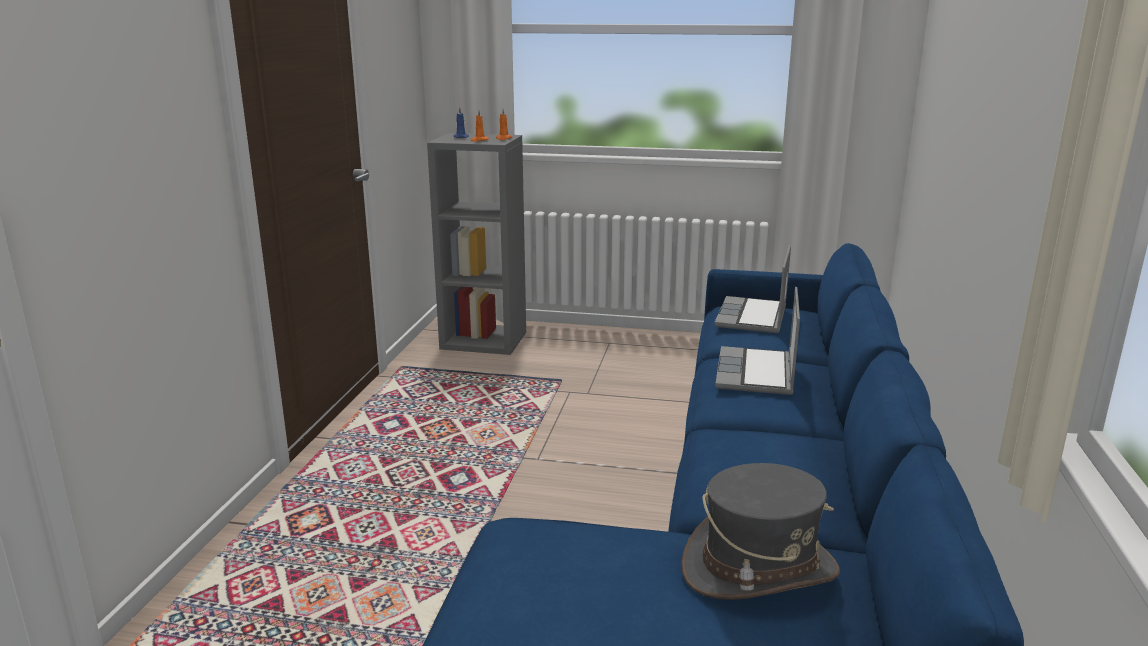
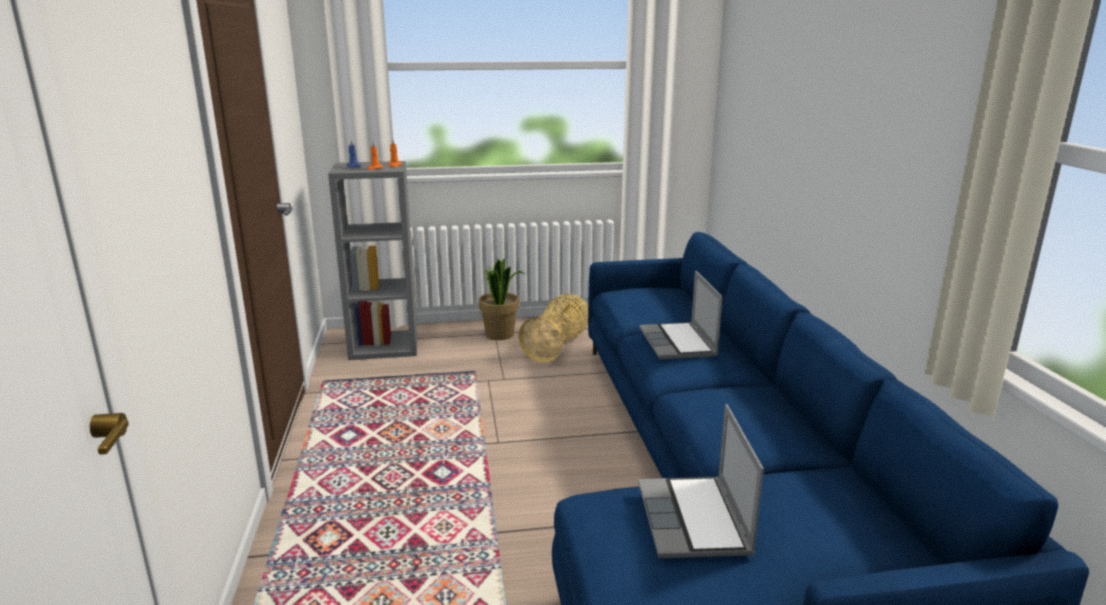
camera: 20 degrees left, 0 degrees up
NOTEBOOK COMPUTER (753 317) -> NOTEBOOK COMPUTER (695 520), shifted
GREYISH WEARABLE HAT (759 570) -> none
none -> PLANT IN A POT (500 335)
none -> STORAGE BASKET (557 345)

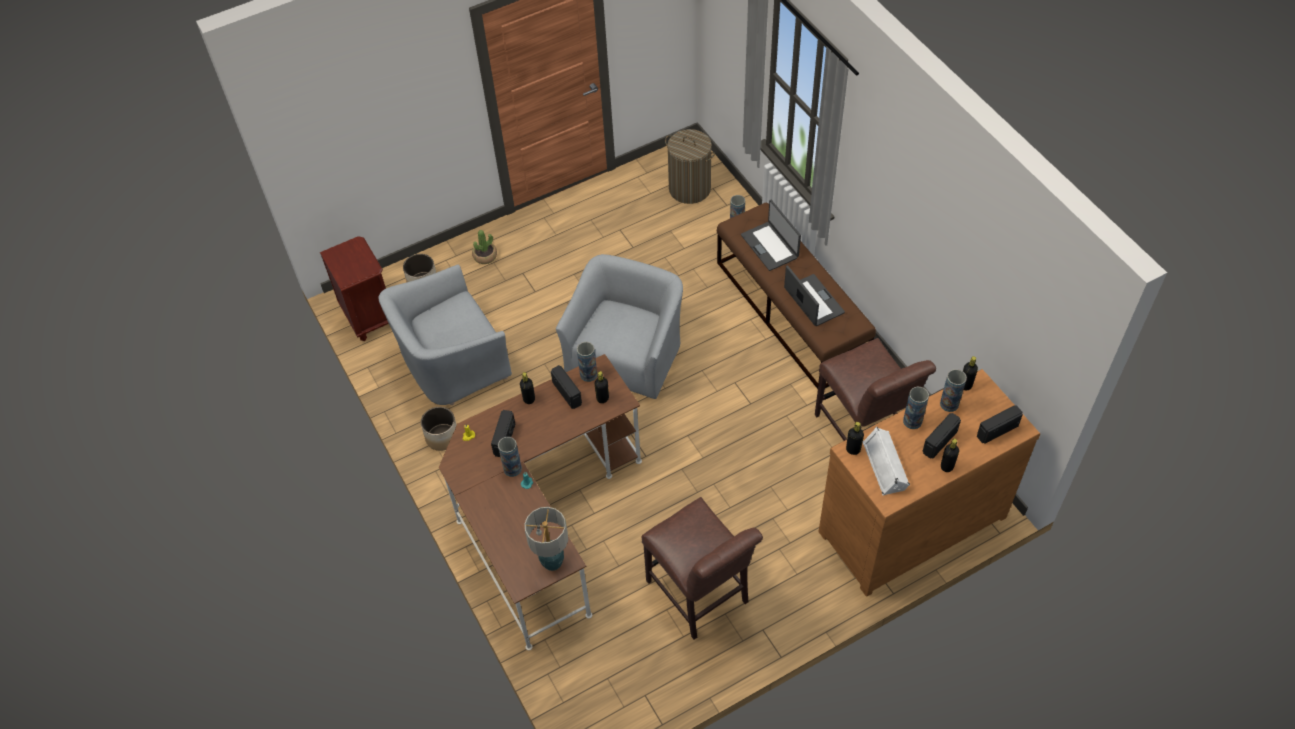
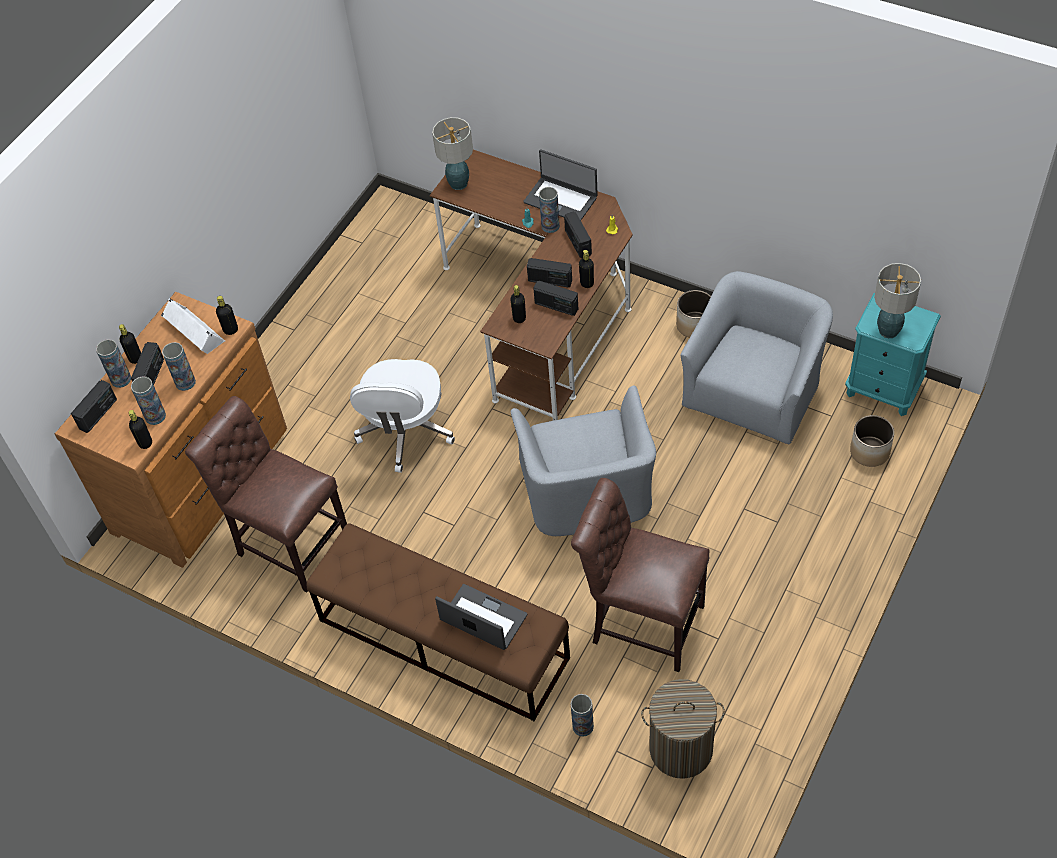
camera: 150 degrees right, 0 degrees up
PLANT IN A POT (485 256) -> none
BROWN BEDSIDE TABLE (369 317) -> TURQUOISE-COLOURED BEDSIDE TABLE (883 389)
NOTEBOOK COMPUTER (813 301) -> NOTEBOOK COMPUTER (561 199), shifted
FLOWER VASE (588 374) -> FLOWER VASE (121 379), shifted
BROWN PLAIN CHAIR (700 596) -> BROWN PLAIN CHAIR (642 621), shifted
none -> RADIO RECEIVER (550 280)
none -> LAMP FOR A TABLE (889 330)
none -> WHITE-COLOURED DESK CHAIR (405 431)

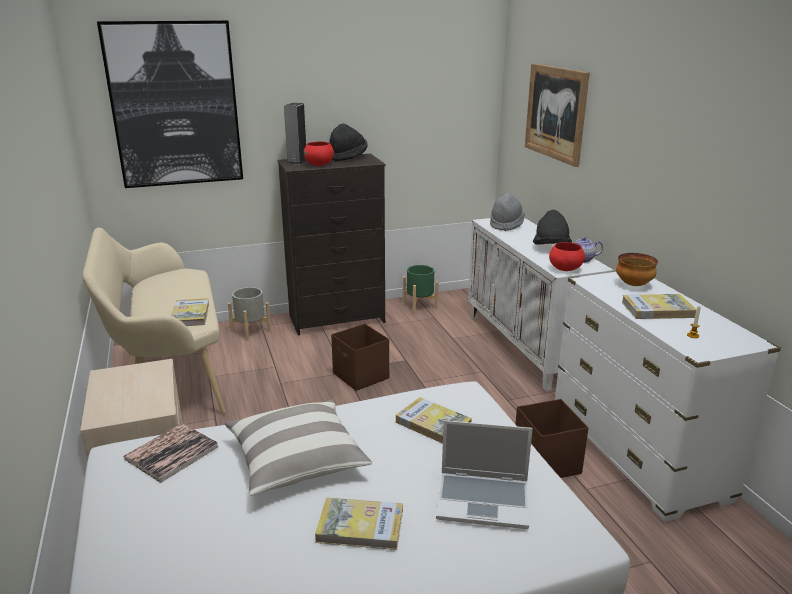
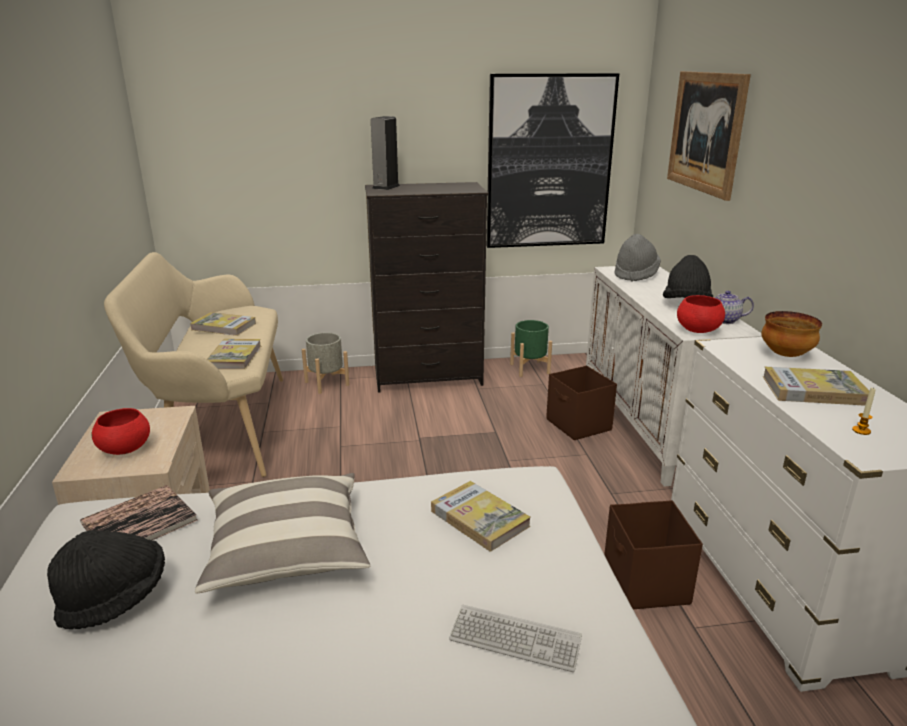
camera: 10 degrees right, 0 degrees up
WALL ART (175 105) -> WALL ART (549 163), shifted
BLACK WEARABLE HAT (347 157) -> BLACK WEARABLE HAT (115 599), shifted
RED DEEP DISH (319 165) -> RED DEEP DISH (125 449), shifted
BROWN STORAGE CONTAINER (361 376) -> BROWN STORAGE CONTAINER (578 425), shifted
NOTEBOOK COMPUTER (484 501) -> KEYBOARD (515 639)
VOLUME (360 527) -> VOLUME (224 327), shifted

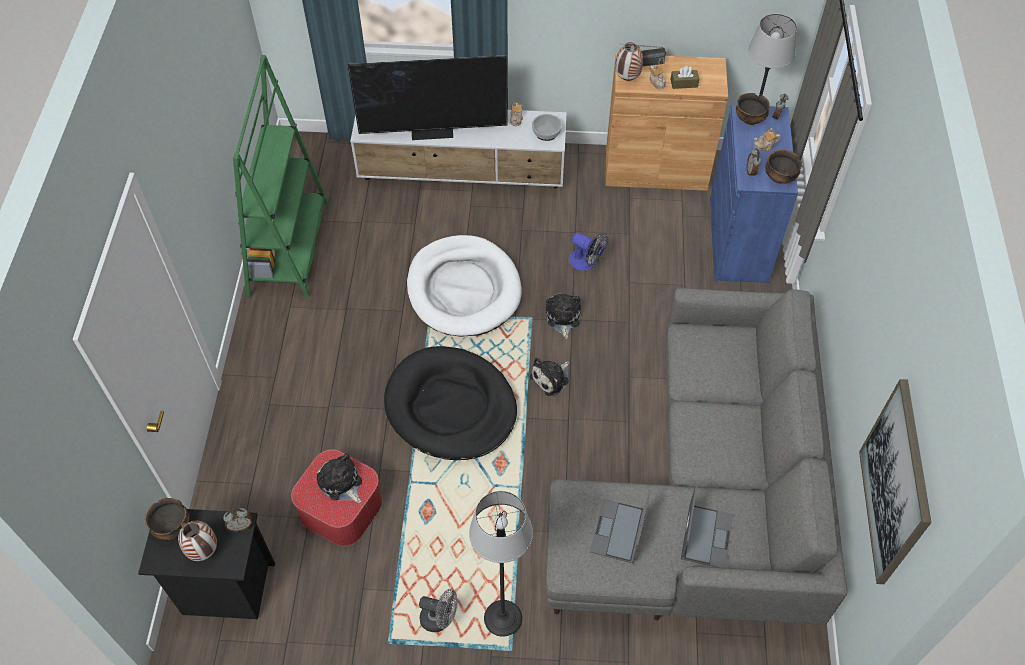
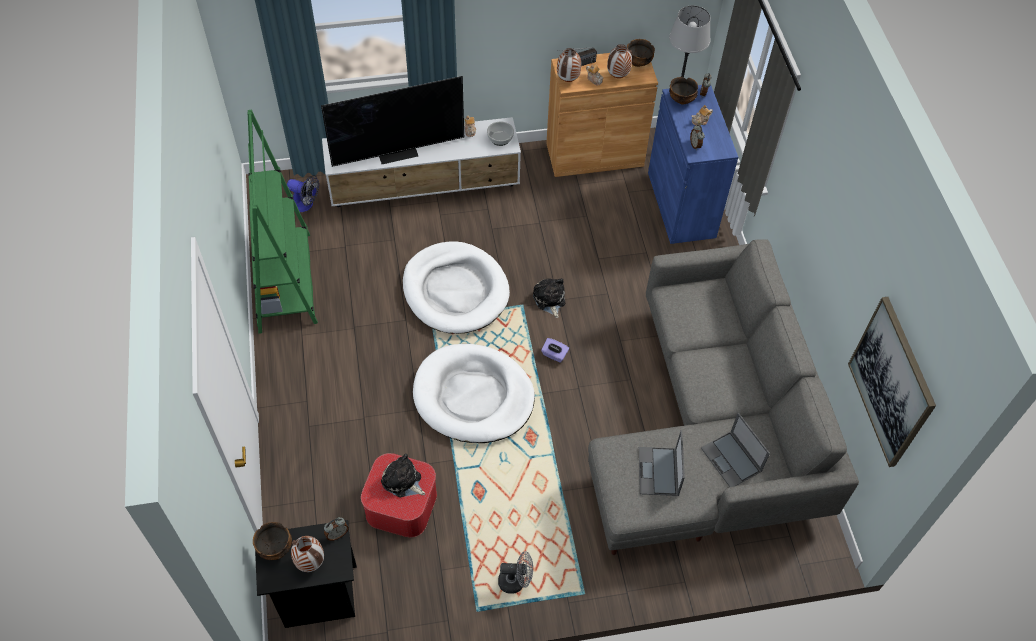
camera: 15 degrees left, 0 degrees up
BROWN TISSUE HOLDER (684 83) -> FLOWER VASE (617 76)
DEEP DISH (779 177) -> DEEP DISH (638 62), shifted
ELECTRIC FAN (586 262) -> ELECTRIC FAN (305 204), shifted
BLACK DOG CUSHION (451 407) -> WHITE-COLOURED DOG CUSHION (473 396)
SOFT TOY (551 378) -> PURPLE TISSUE HOLDER (554 355)
NOTEBOOK COMPUTER (706 535) -> NOTEBOOK COMPUTER (731 460), 150 degrees clockwise
STANDING LAMP (502 618) -> none

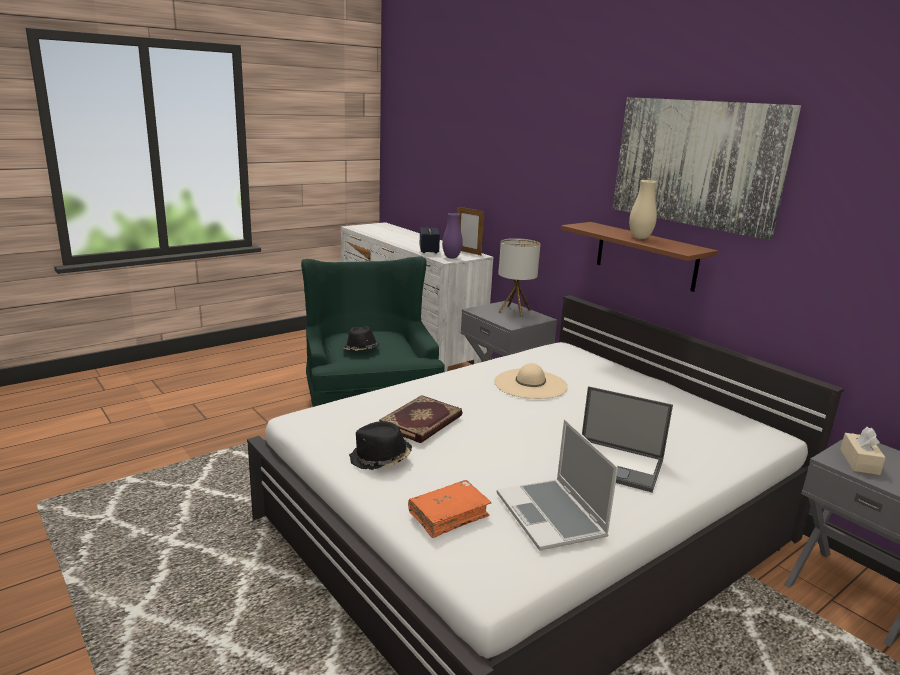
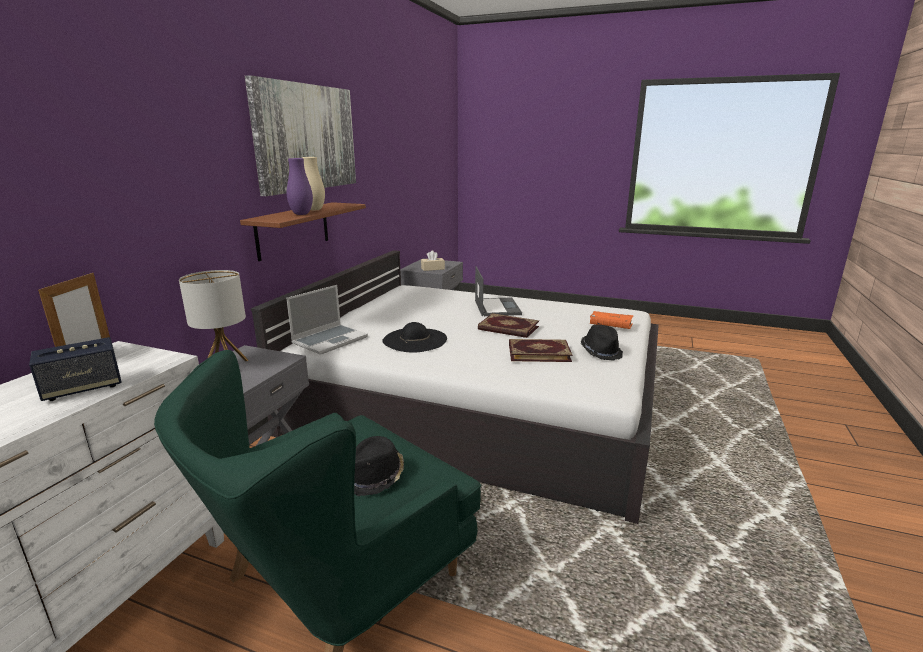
camera: 120 degrees left, 0 degrees up
PURPLE FLOWER VASE (451 257) -> PURPLE FLOWER VASE (301 214), shifted
BEIGE WEARABLE HAT (530 384) -> BLACK WEARABLE HAT (415 340)
NOTEBOOK COMPUTER (552 516) -> NOTEBOOK COMPUTER (330 340), shifted
none -> VOLUME (508 328)

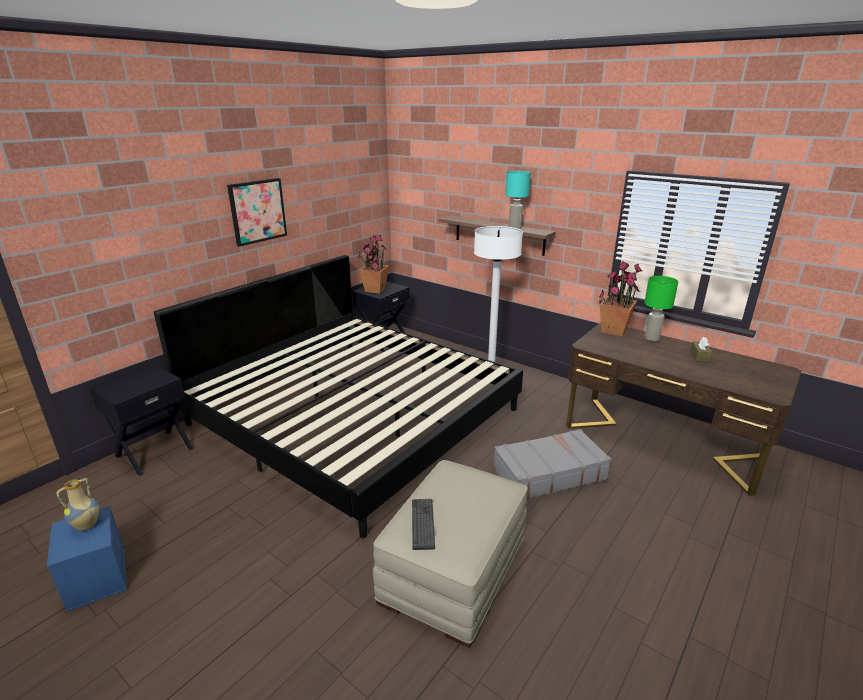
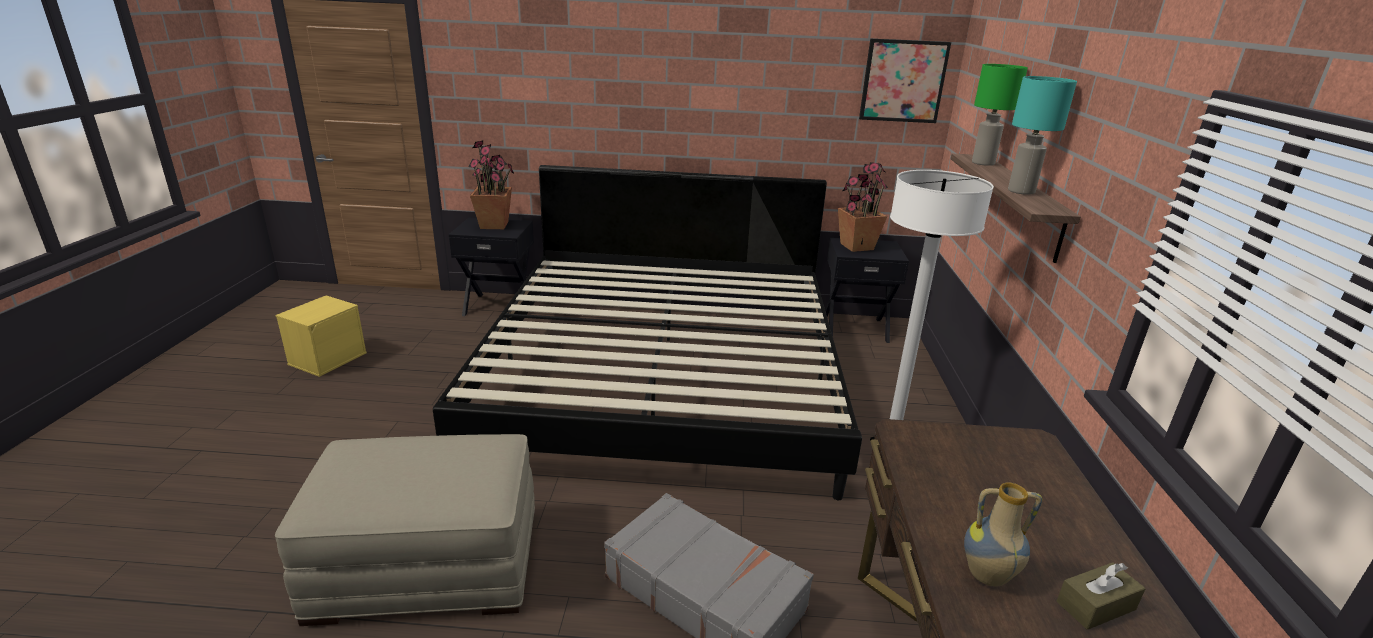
camera: 55 degrees right, 0 degrees up
WALL ART (257 211) -> WALL ART (903 81), shifted
PLANT IN A POT (614 330) -> PLANT IN A POT (494 225), shifted
GREEN-COLOURED LAMP FOR A TABLE (651 338) -> GREEN-COLOURED LAMP FOR A TABLE (982 163), shifted
FLOWER VASE (87 526) -> FLOWER VASE (987 576), shifted
KEYBOARD (423 524) -> none
BLUE STORAGE CONTAINER (96 578) -> YELLOW STORAGE CONTAINER (328 358)

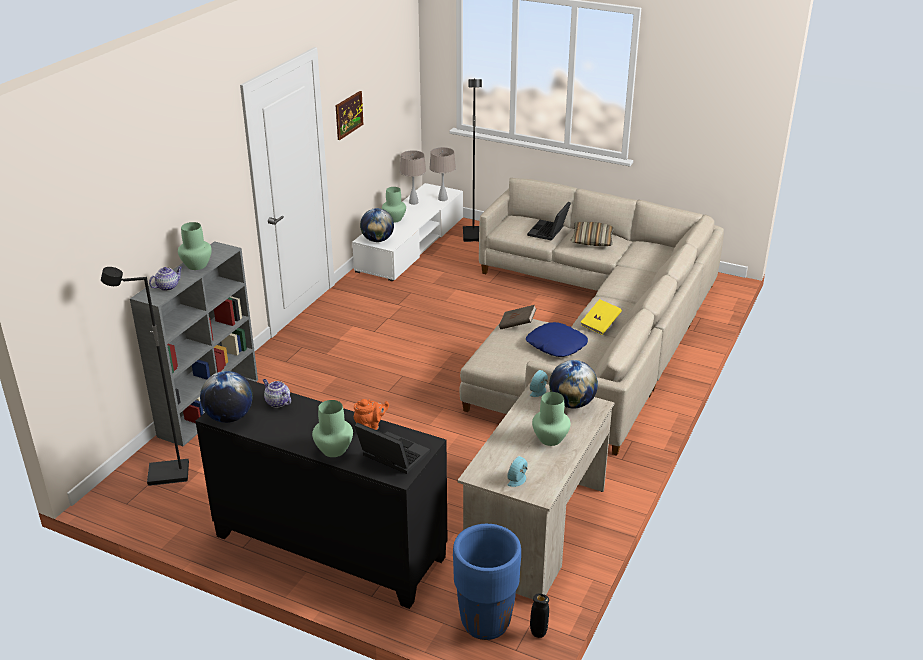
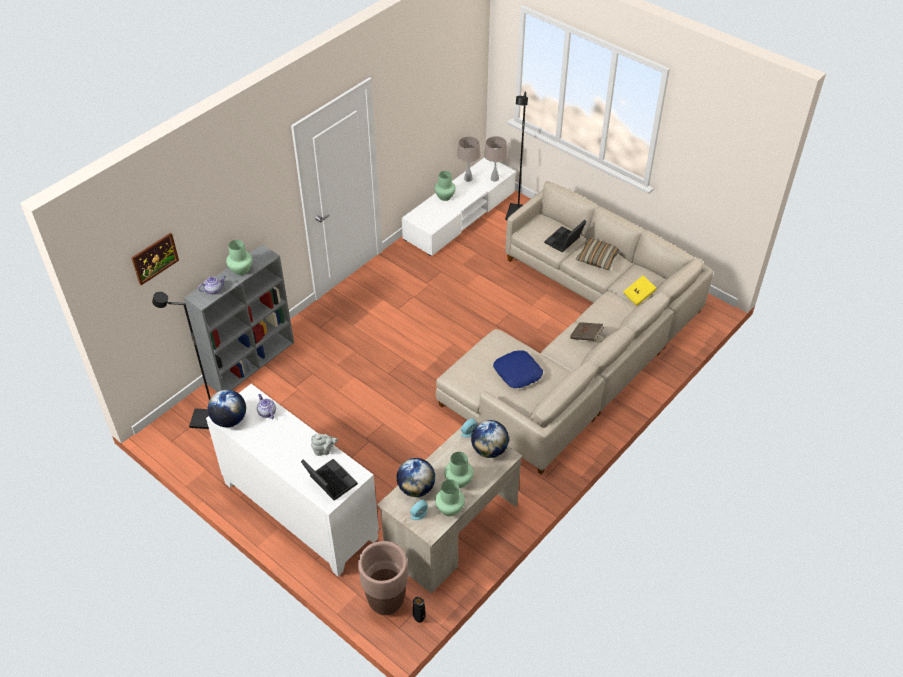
camera: 15 degrees right, 15 degrees up
WALL ART (349 115) -> WALL ART (155 258), shifted
DESK GLOBE (377 240) -> DESK GLOBE (416 488), shifted
YELLOW VOLUME (600 325) -> YELLOW VOLUME (639 296), shifted
BROWN VOLUME (517 325) -> BROWN VOLUME (586 336), shifted
BLACK CUPBOARD (328 547) -> WHITE-COLOURED CUPBOARD (299 511)
ORANGE-COLOURED TEA POT (370 427) -> GREYISH TEA POT (324 450)
GREEN-COLOURED FLOWER VASE (333 450) -> GREEN-COLOURED FLOWER VASE (449 509), shifted
BLUE PLANTER (486 623) -> BROWN PLANTER (386 601)

